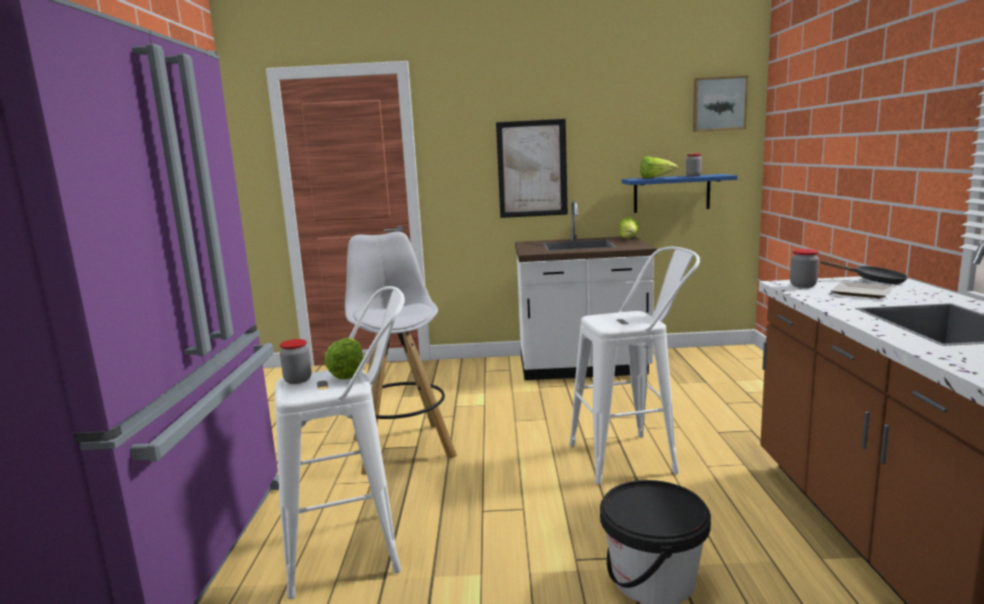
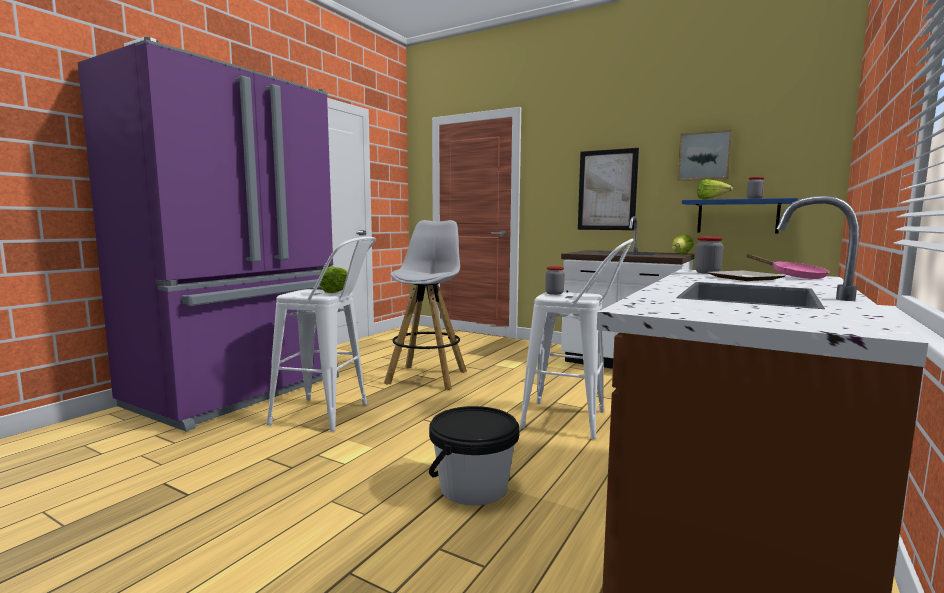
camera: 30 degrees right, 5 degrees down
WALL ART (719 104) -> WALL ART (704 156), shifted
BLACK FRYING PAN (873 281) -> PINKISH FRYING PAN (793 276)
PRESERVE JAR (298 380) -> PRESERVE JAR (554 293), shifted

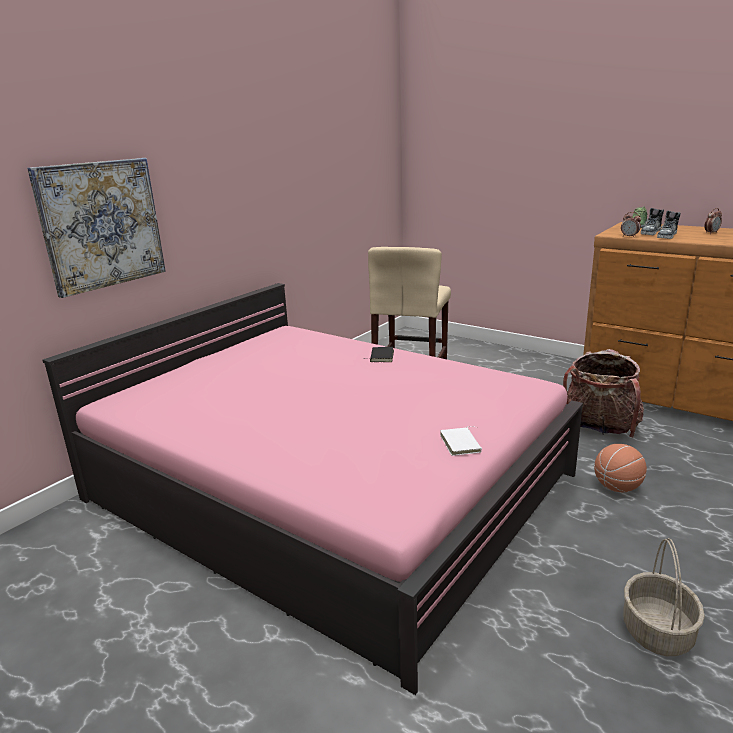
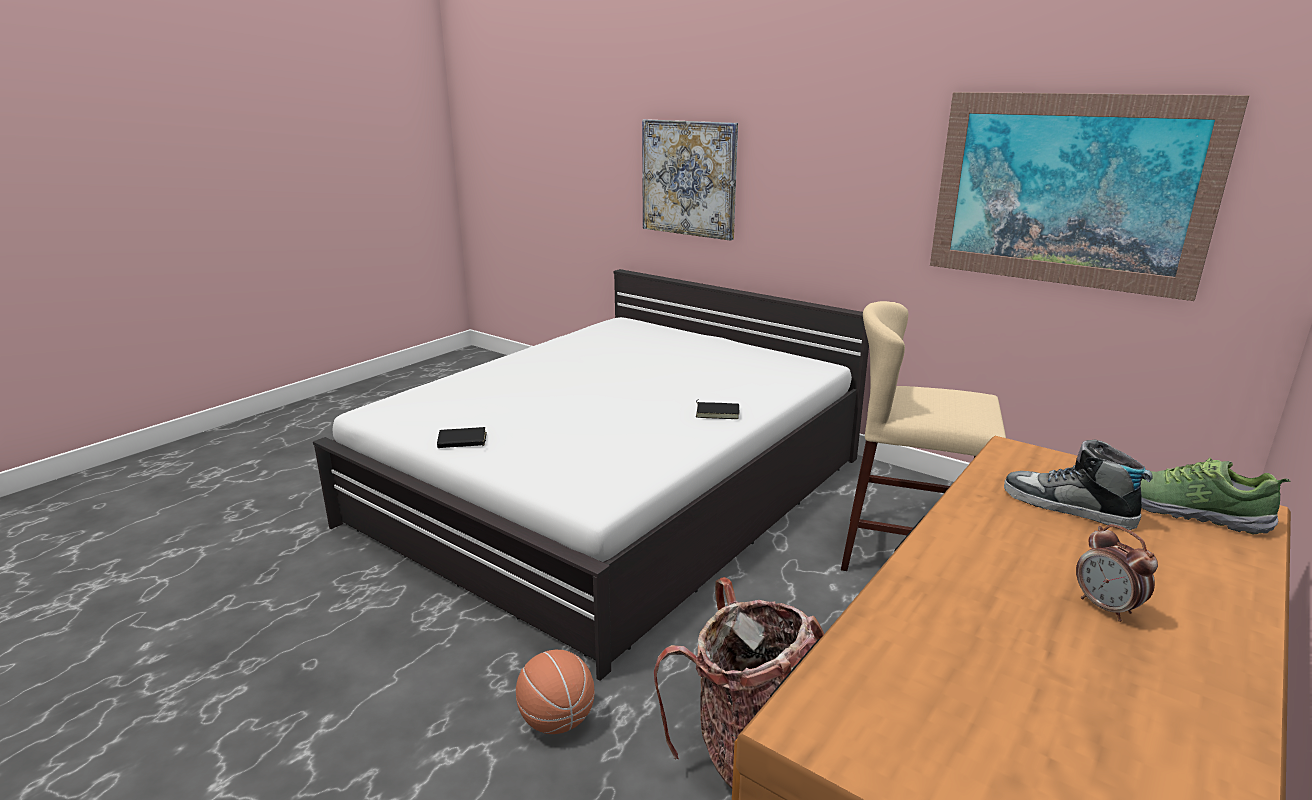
camera: 90 degrees right, 0 degrees up
LOW SHOE (667 236) -> none
ALARM CLOCK (629 237) -> none
PINKISH BEDROOM BED (327 487) -> WHITE-COLOURED BEDROOM BED (616 490)
WHITE-COLOURED VOLUME (461 444) -> BLACK VOLUME (462 441)
STORAGE BASKET (658 632) -> none
none -> WALL ART (1069 191)

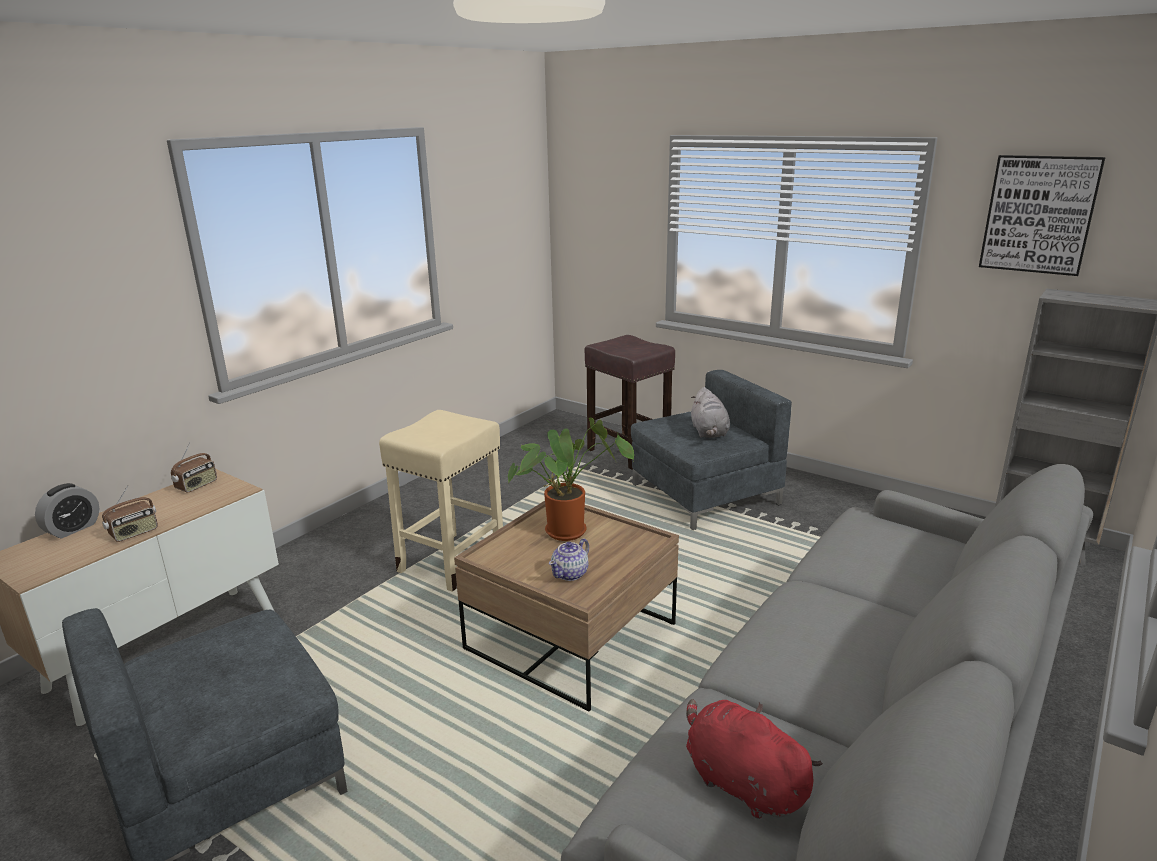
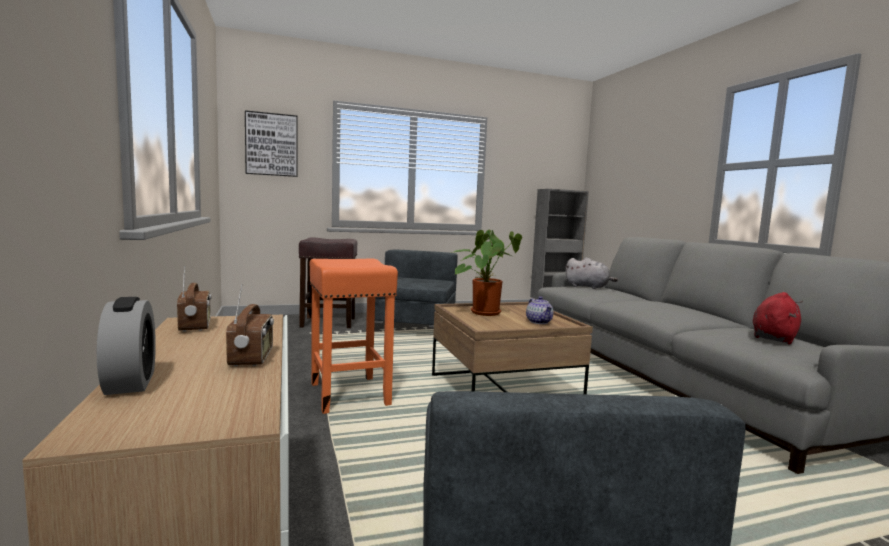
camera: 55 degrees left, 15 degrees down
WALL ART (1039 214) -> WALL ART (271 144), shifted
GREYISH SOFT TOY (709 432) -> GREYISH SOFT TOY (588 287), shifted
BEIGE SITTING STOOL (452 560) -> ORANGE-COLOURED SITTING STOOL (348 393)
RED SOFT TOY (741 782) -> RED SOFT TOY (774 338), 135 degrees clockwise

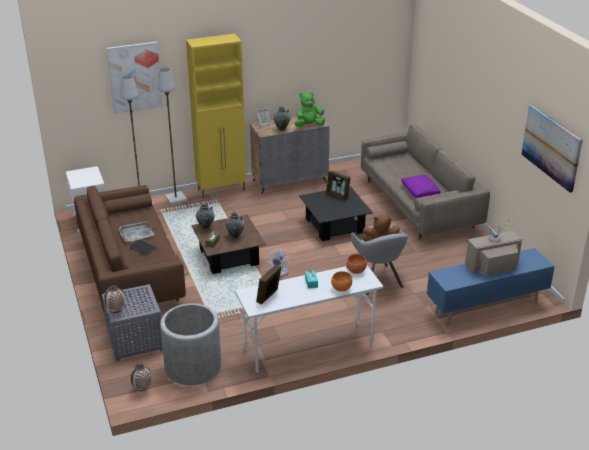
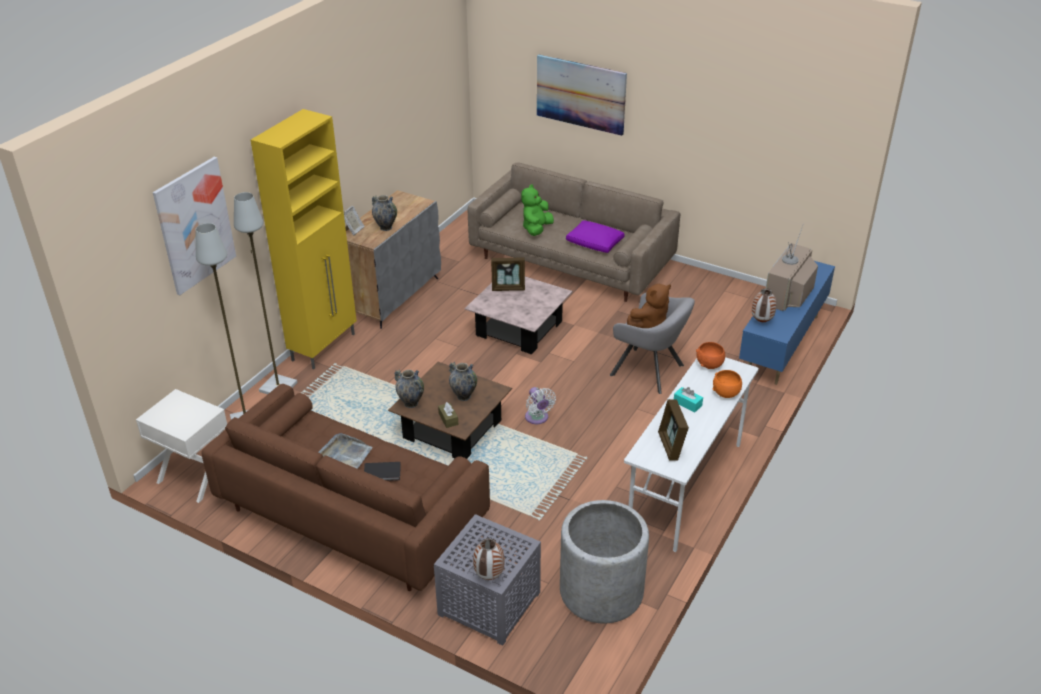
camera: 40 degrees left, 5 degrees up
GREEN-COLOURED SOFT TOY (309 125) -> GREEN-COLOURED SOFT TOY (536 229), shifted
WALL ART (551 147) -> WALL ART (581 94), shifted
BLACK COFFEE TABLE (334 225) -> PINKISH COFFEE TABLE (519 328)
FLOWER VASE (142 389) -> FLOWER VASE (761 321), shifted

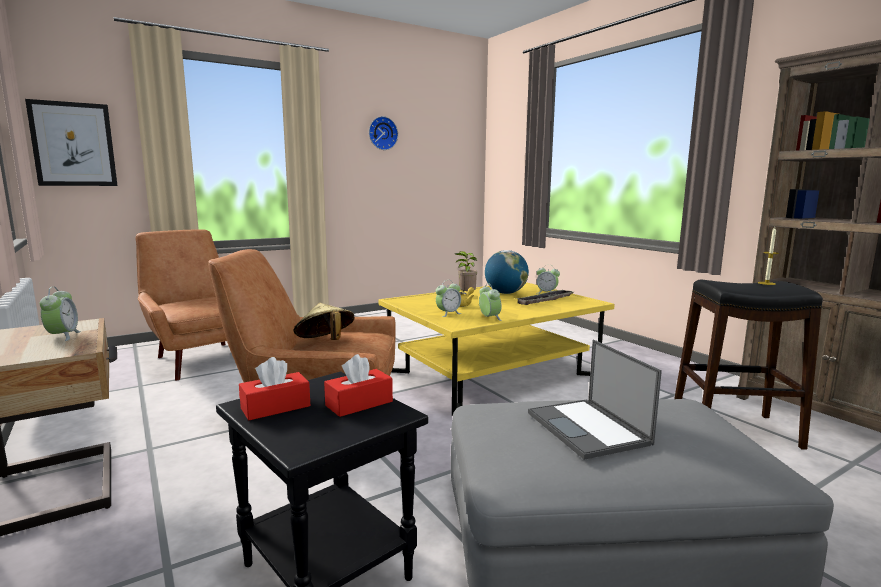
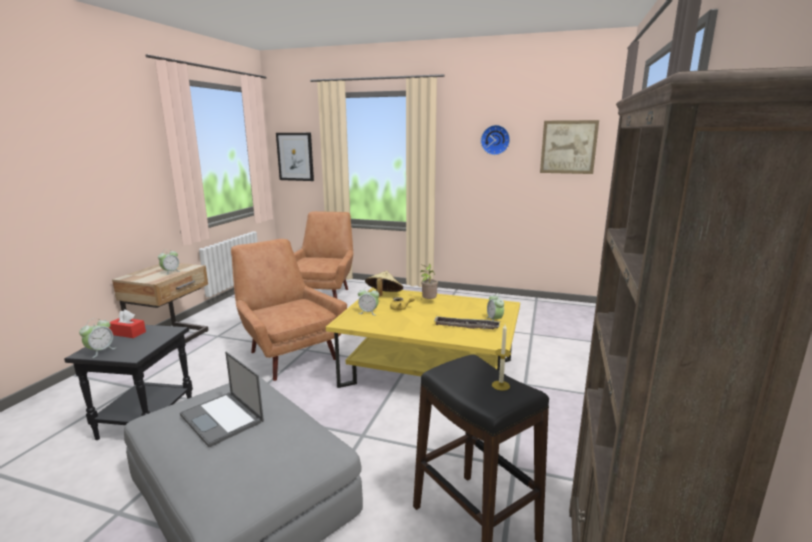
camera: 50 degrees right, 5 degrees up
DESK GLOBE (505 293) -> none
ALARM CLOCK (489 318) -> ALARM CLOCK (100 351), shifted
BEIGE WEARABLE HAT (325 342) -> BEIGE WEARABLE HAT (383 296), shifted
NOTEBOOK COMPUTER (588 428) -> NOTEBOOK COMPUTER (222 418), 75 degrees counterclockwise
RED TISSUE HOLDER (359 403) -> none
none -> WALL ART (568 147)

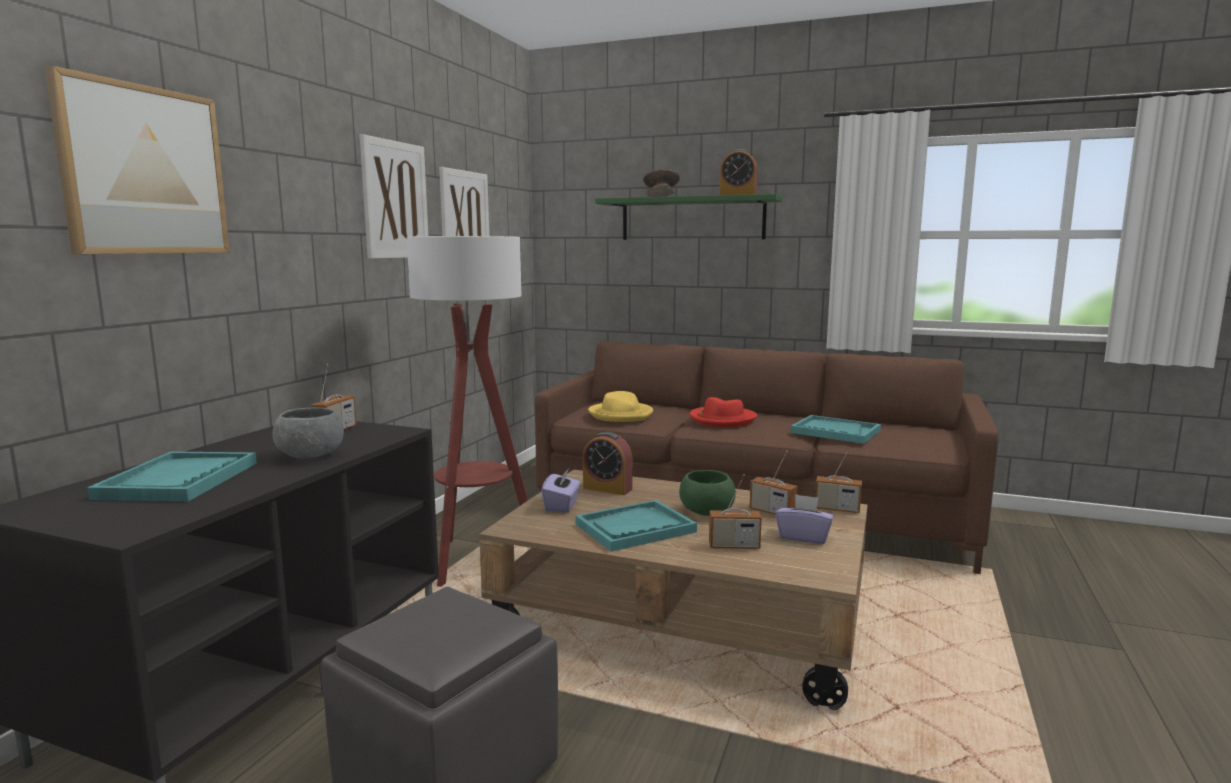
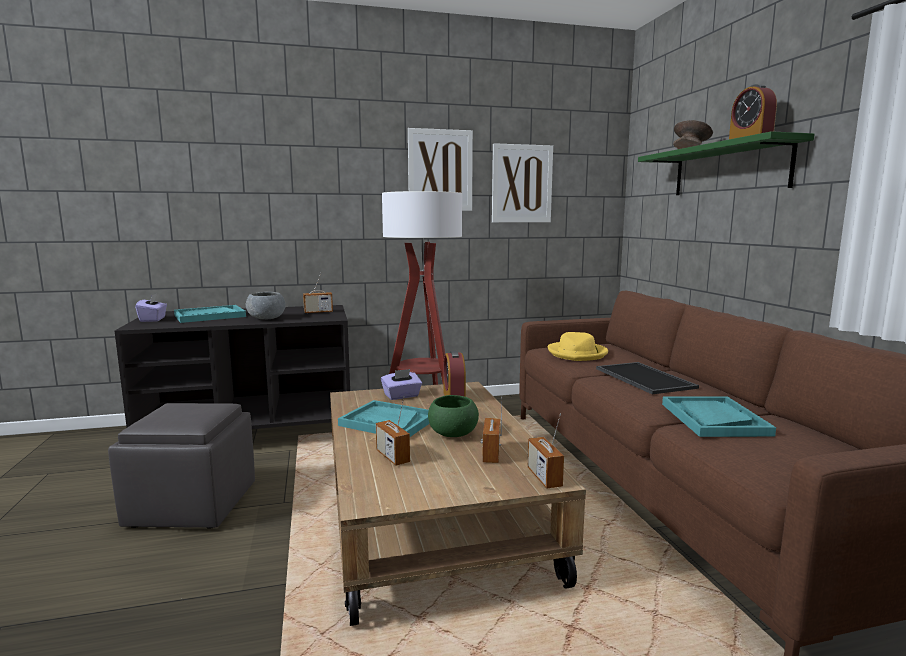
camera: 55 degrees right, 0 degrees up
WALL ART (144 171) -> none
RED WEARABLE HAT (722 419) -> SERVING TRAY (642 378)
PURPLE TISSUE HOLDER (803 537) -> PURPLE TISSUE HOLDER (153 319), shifted

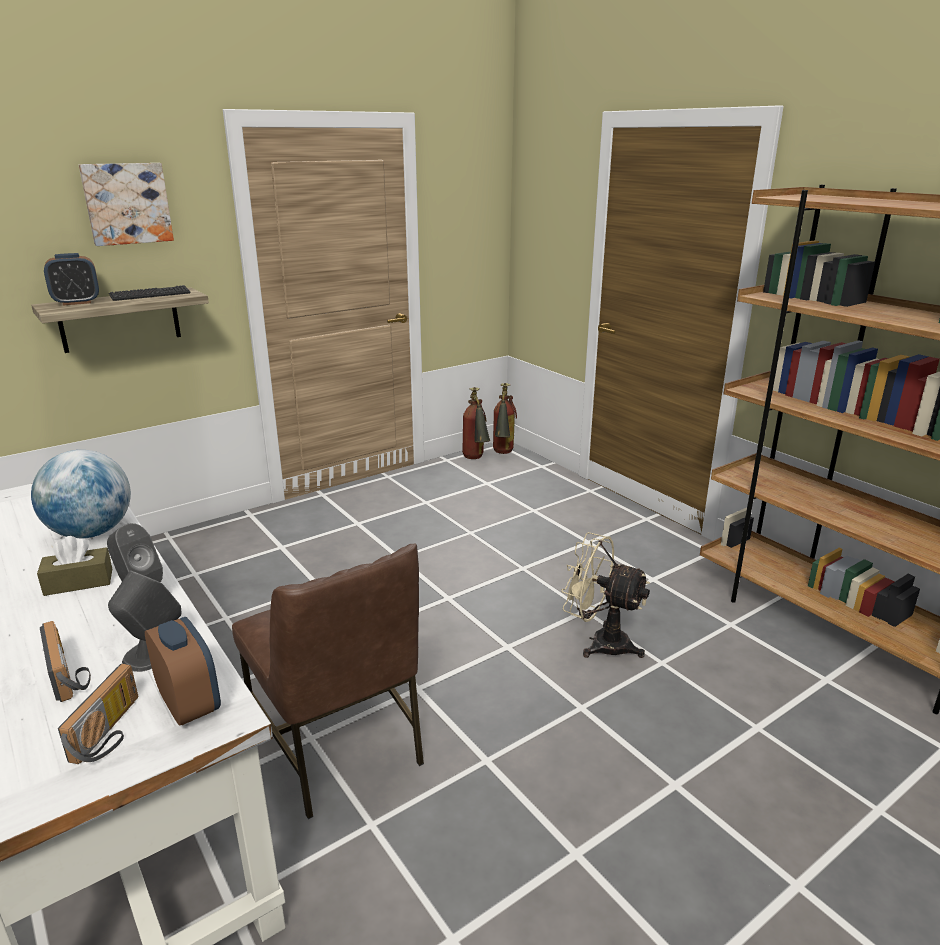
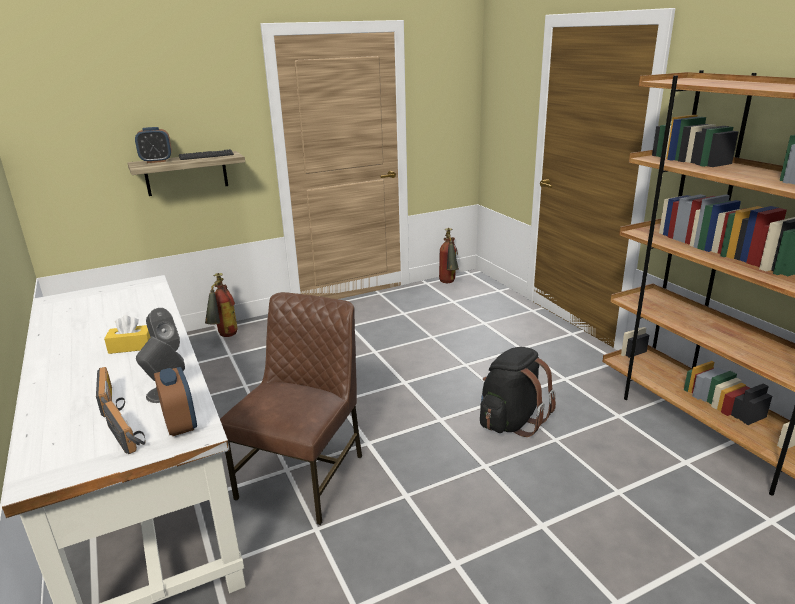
camera: 10 degrees right, 0 degrees up
WALL ART (127 203) -> none
EXTINGUISHER (502 454) -> EXTINGUISHER (224 337), shifted
DESK GLOBE (91 533) -> none
BEIGE ELECTRIC FAN (600 642) -> BLACK KNAPSACK (511 421)
BROWN TISSUE HOLDER (78 582) -> YELLOW TISSUE HOLDER (131 346)
BROWN PLAIN CHAIR (338 745) -> BROWN PLAIN CHAIR (304 476), 135 degrees counterclockwise
RADIO RECEIVER (111 732) -> RADIO RECEIVER (129 437), 60 degrees counterclockwise

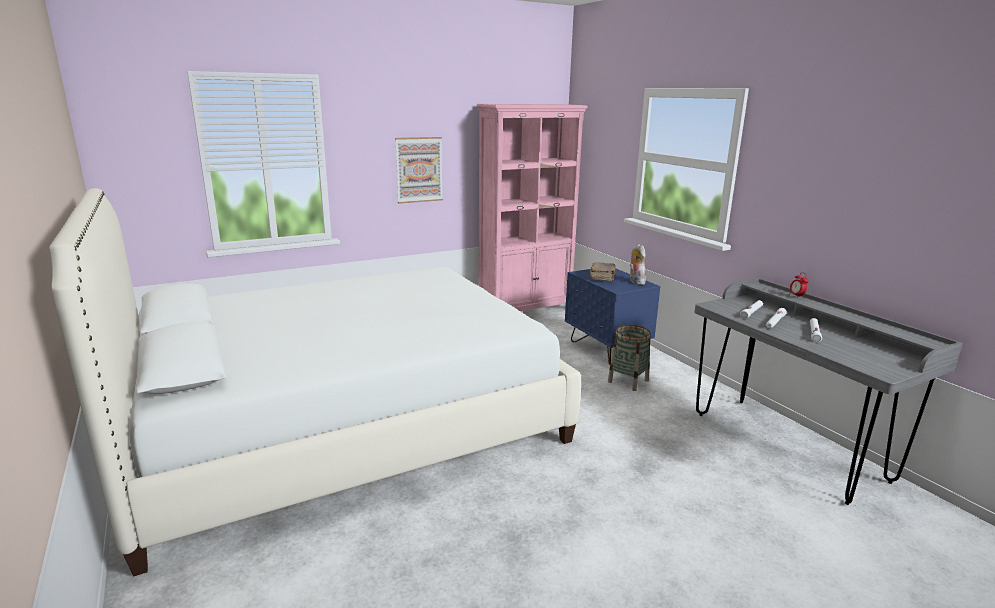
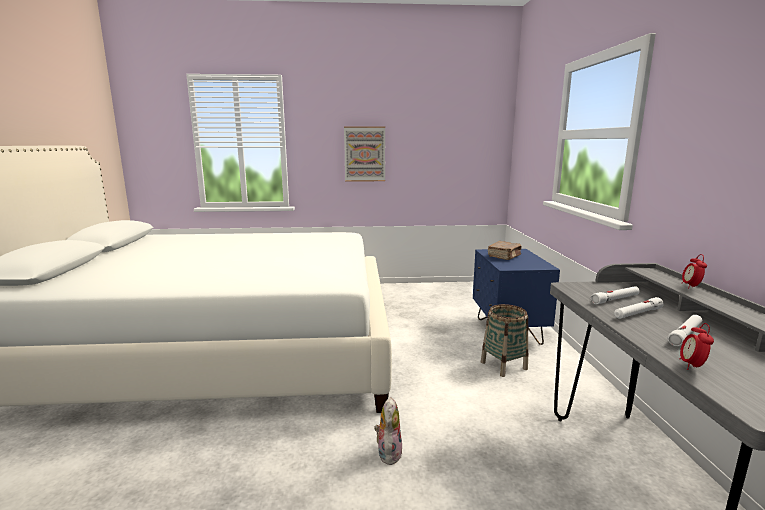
camera: 25 degrees right, 5 degrees down
PINKISH BOOKCASE (526 310) -> none
SOFT TOY (635 282) -> SOFT TOY (388 452), shifted
none -> ALARM CLOCK (691 366)

